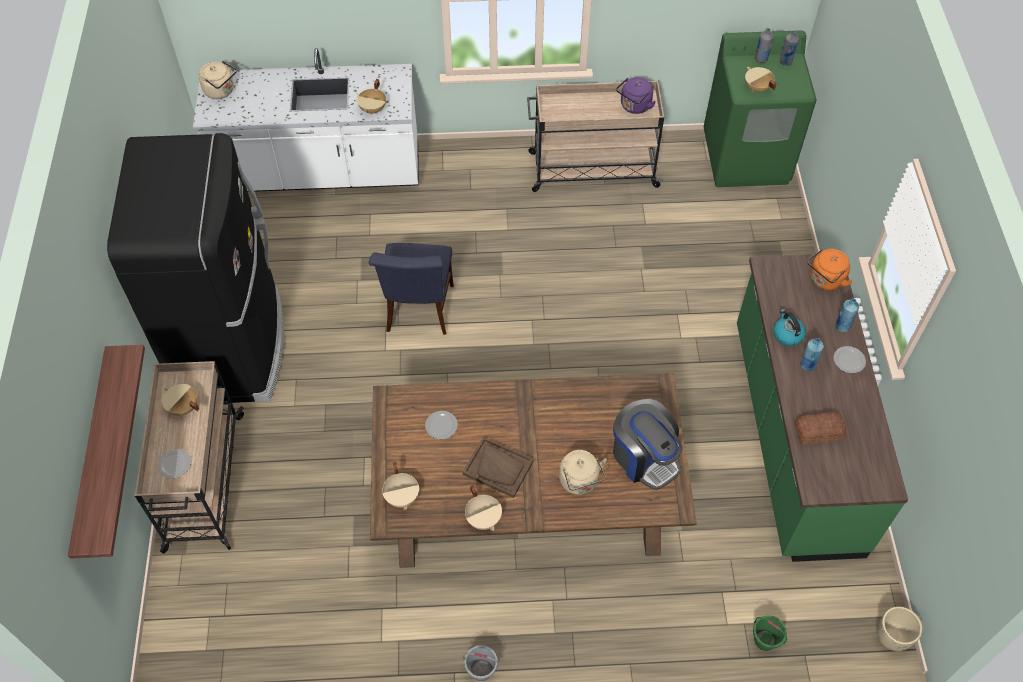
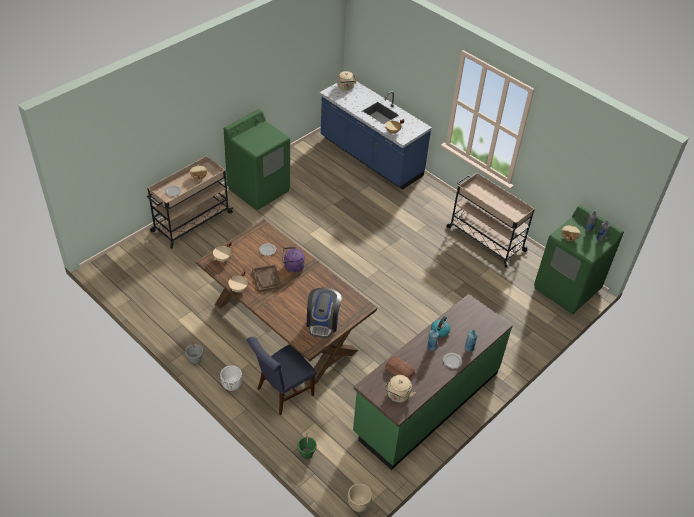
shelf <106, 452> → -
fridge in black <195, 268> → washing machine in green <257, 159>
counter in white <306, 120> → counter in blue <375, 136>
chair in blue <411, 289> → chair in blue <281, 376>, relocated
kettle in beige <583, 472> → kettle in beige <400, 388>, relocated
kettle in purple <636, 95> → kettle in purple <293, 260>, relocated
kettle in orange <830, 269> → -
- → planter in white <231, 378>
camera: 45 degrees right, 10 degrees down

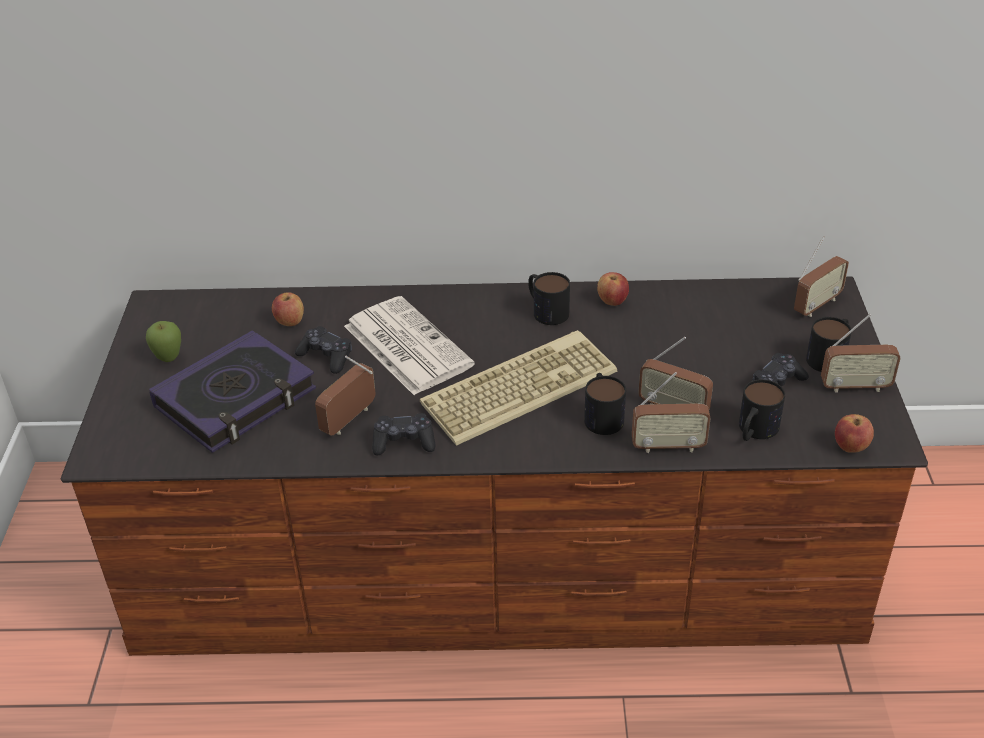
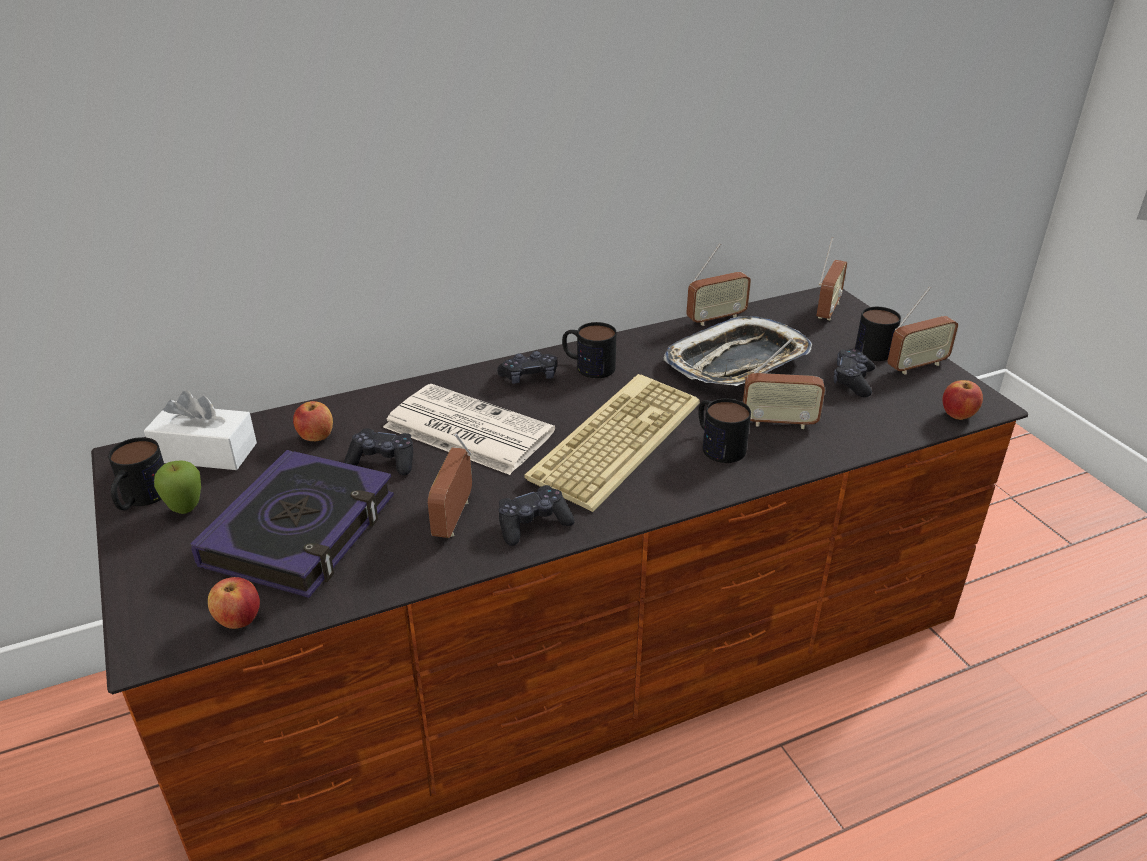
apple <613, 289> → apple <234, 603>, relocated
radio <671, 412> → radio <718, 285>, relocated
mug <762, 410> → mug <136, 474>, relocated
- → tissue box in white <200, 430>
- → game controller in black <527, 367>
- → tray <737, 351>
camera: 25 degrees left, 5 degrees down

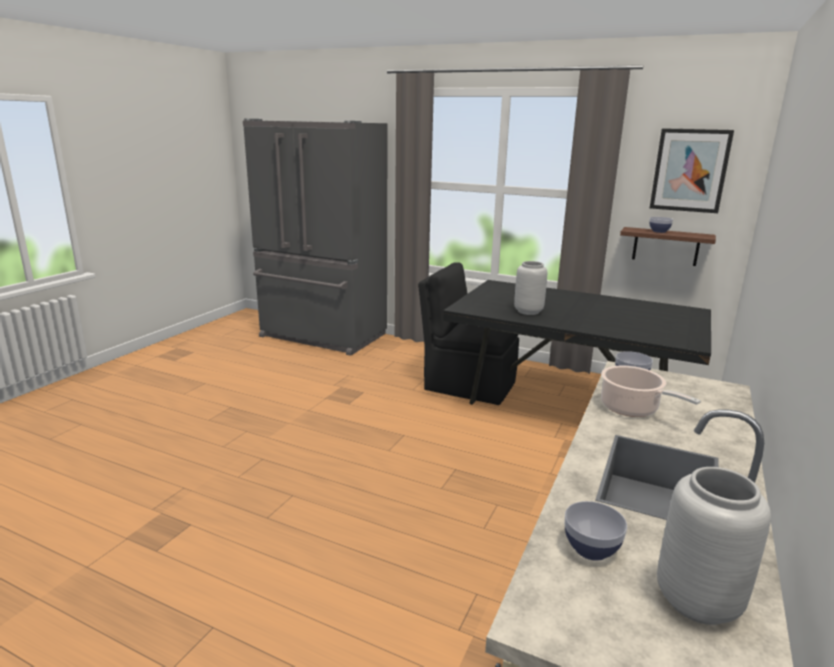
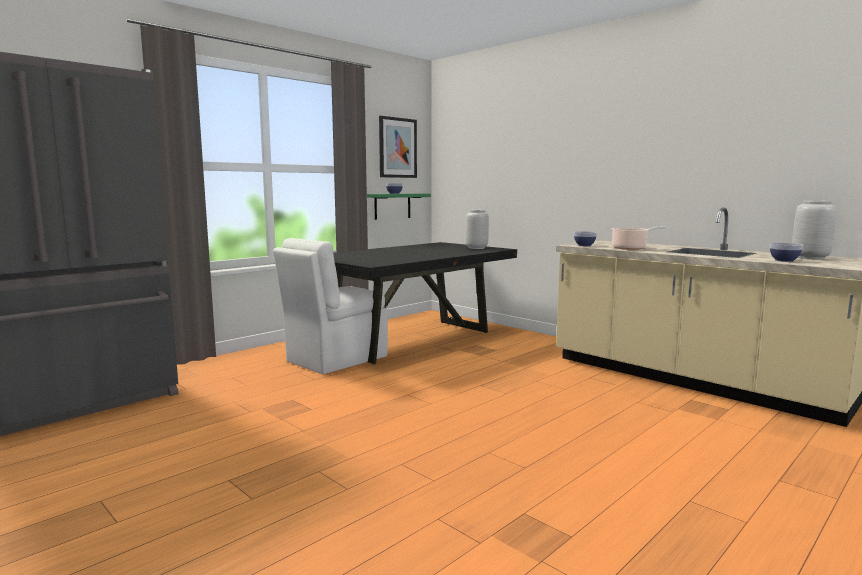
chair in black <468, 333> → chair in white <330, 306>
vase in grey <530, 288> → vase in grey <477, 229>, relocated
shelf in brown <668, 246> → shelf in green <399, 207>
camera: 70 degrees left, 10 degrees down

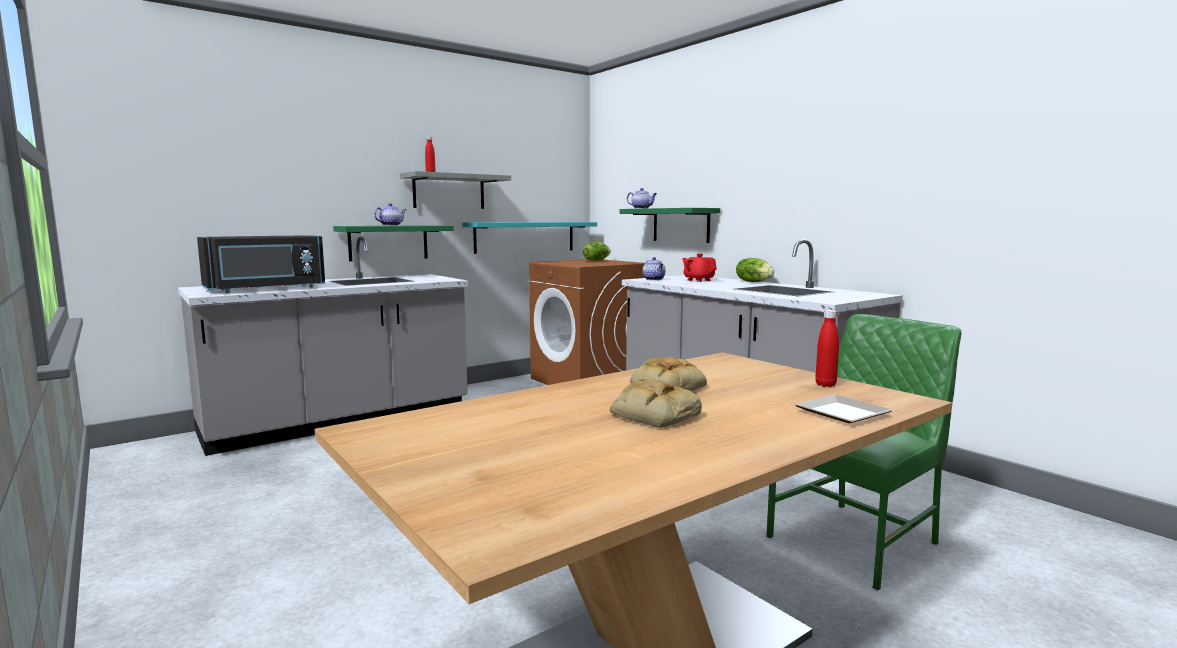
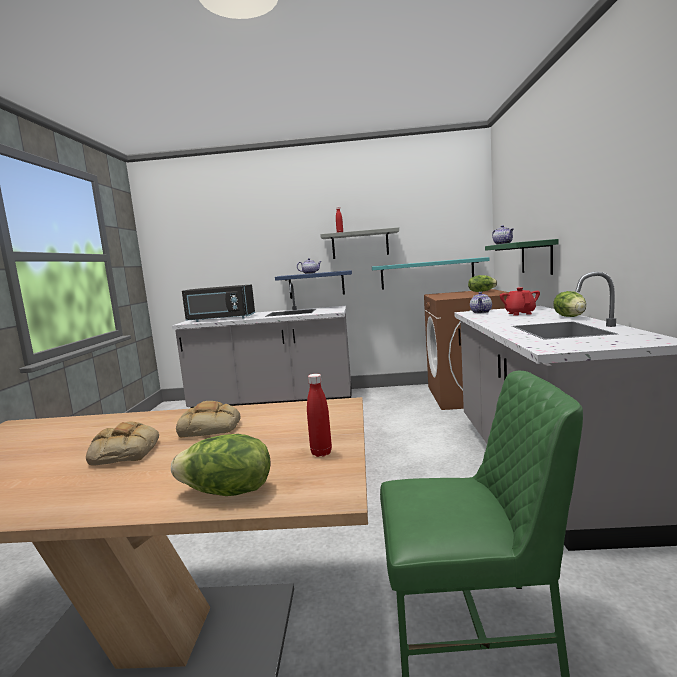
shelf in green <393, 243> → shelf in blue <313, 284>
plate <844, 409> → lettuce <220, 465>
camera: 40 degrees right, 0 degrees up

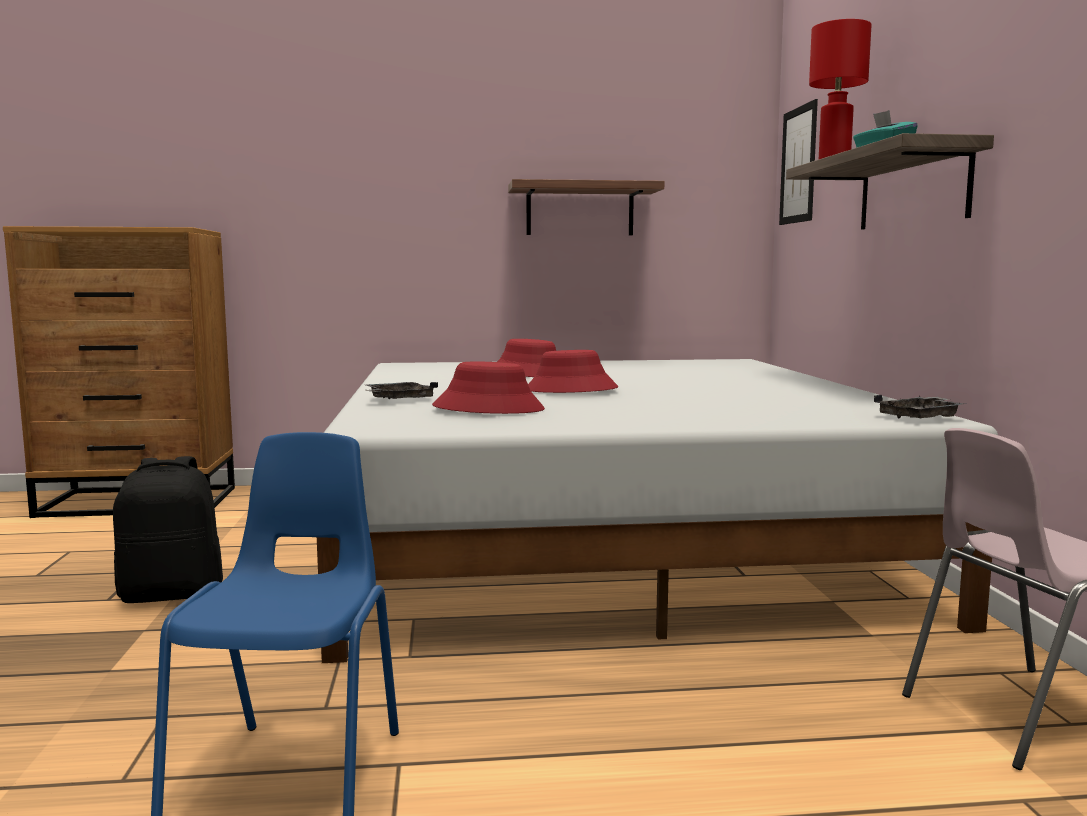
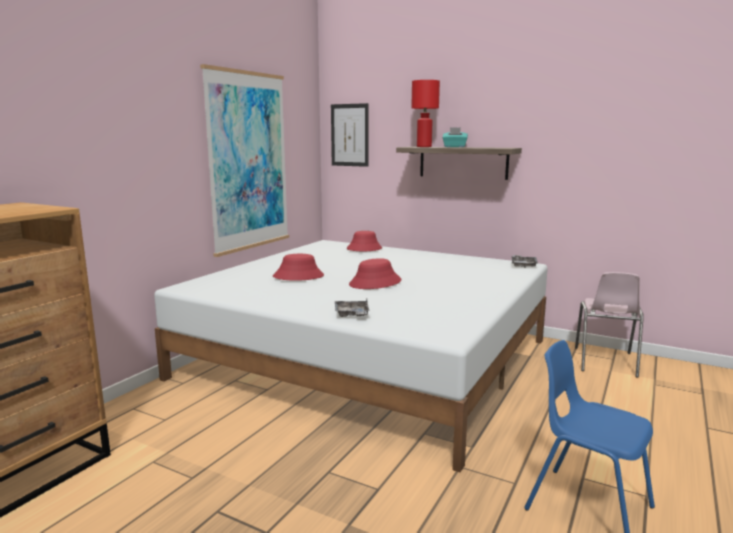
backpack in black <168, 529> → -
hat in red <488, 388> → hat in red <364, 241>, relocated
shelf <586, 207> → picture <244, 160>
camera: 55 degrees left, 5 degrees up

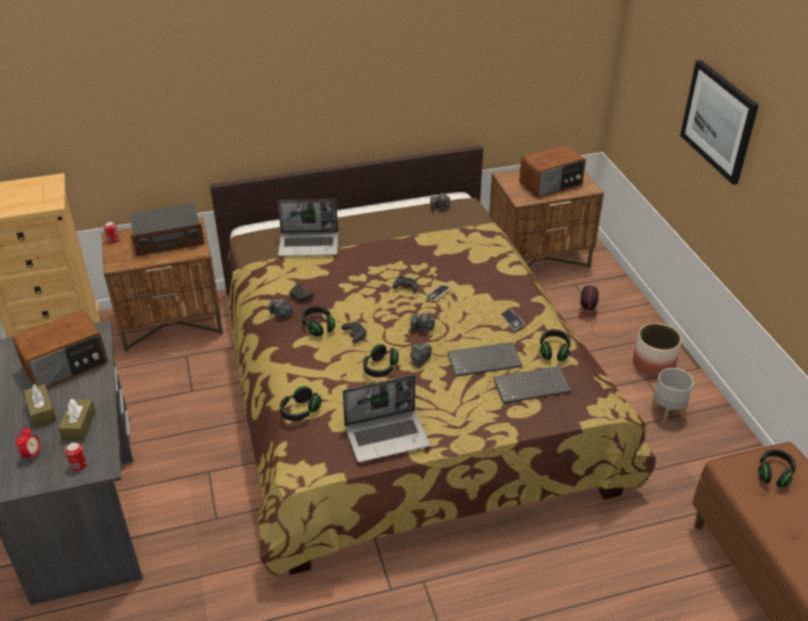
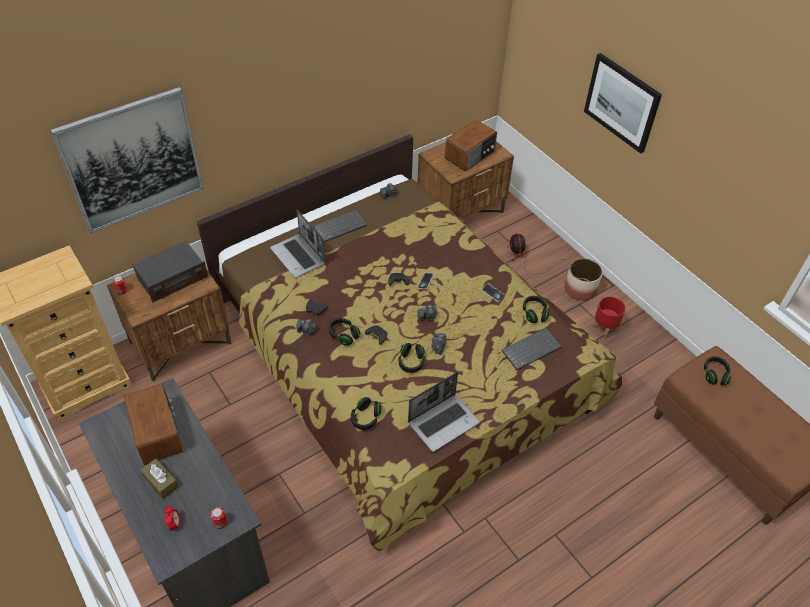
radio <60, 349> → radio <153, 424>, 60 degrees counterclockwise
tissue box in brown <77, 420> → -
laptop <308, 227> → laptop <298, 244>, 75 degrees clockwise
keyboard <484, 359> → keyboard <340, 226>, relocated
planter in grey <672, 395> → planter in red <609, 317>
- → picture <127, 160>
camera: 20 degrees left, 10 degrees up

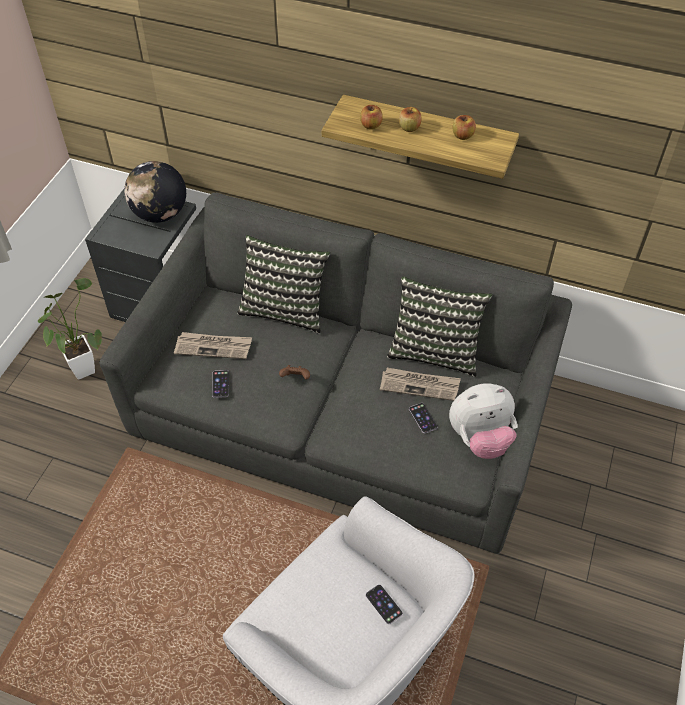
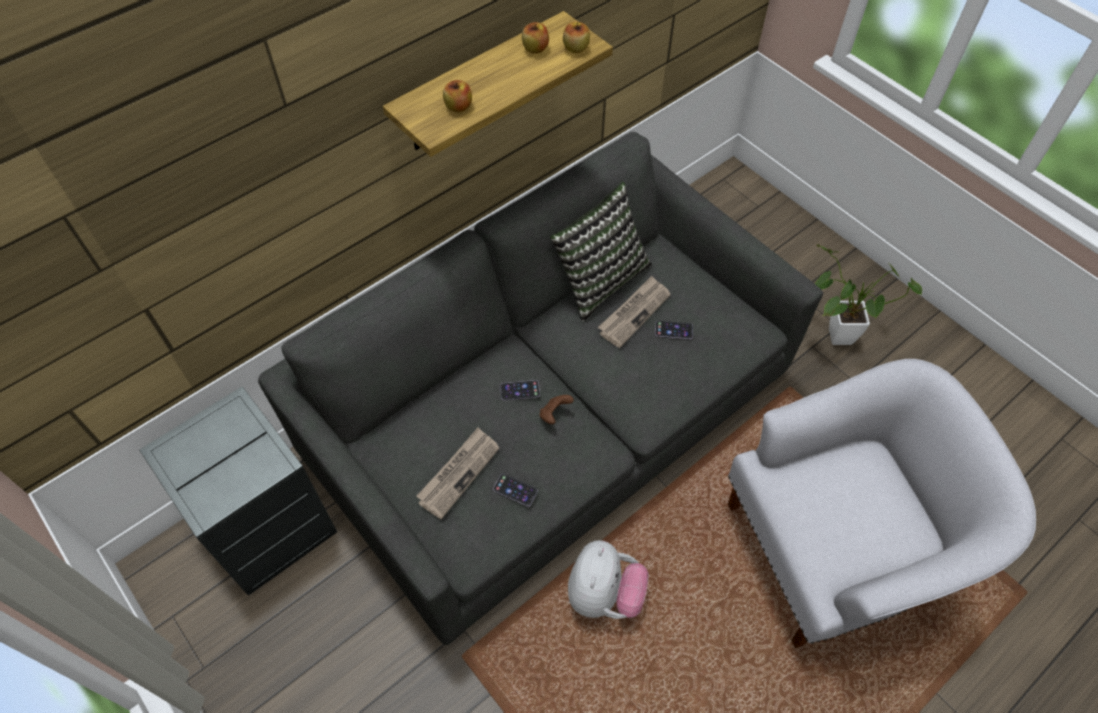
potted plant <70, 328> → potted plant <868, 294>, relocated
globe <155, 192> → -
pillow <283, 284> → -
phone <384, 604> → phone <520, 390>, relocated
apple <410, 119> → apple <576, 37>, relocated
plush toy <483, 421> → plush toy <608, 579>, relocated
camera: 60 degrees left, 5 degrees up

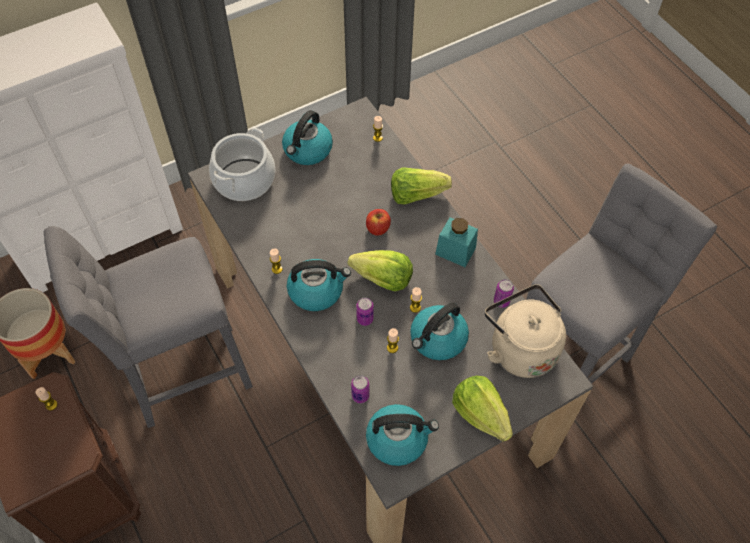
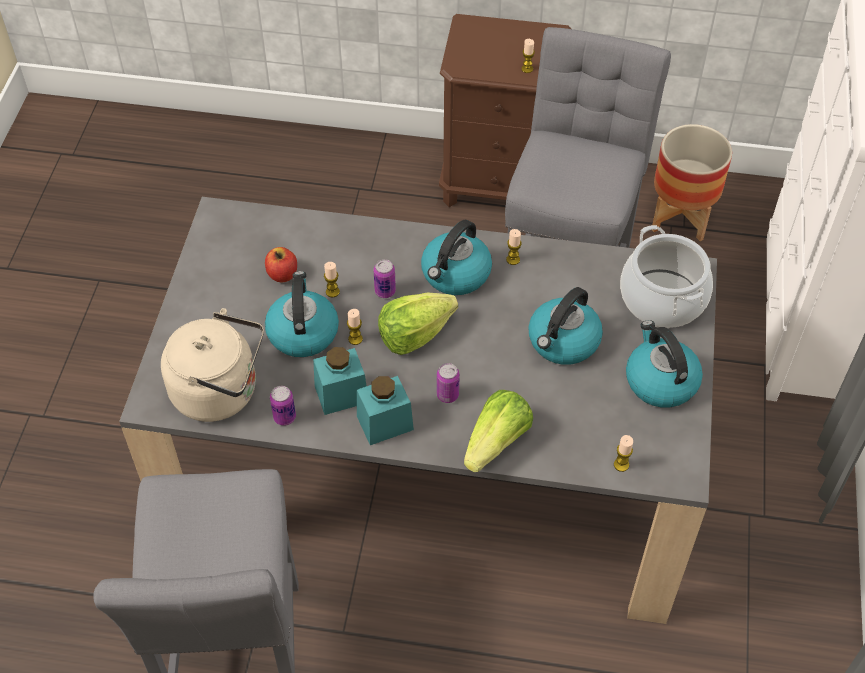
can <360, 389> → can <448, 383>, relocated
apple <378, 222> → apple <281, 264>, relocated
kettle <402, 435> → kettle <565, 326>, relocated
lettuce <482, 408> → -
- → jar in turquoise <339, 381>
camera: 130 degrees right, 5 degrees down

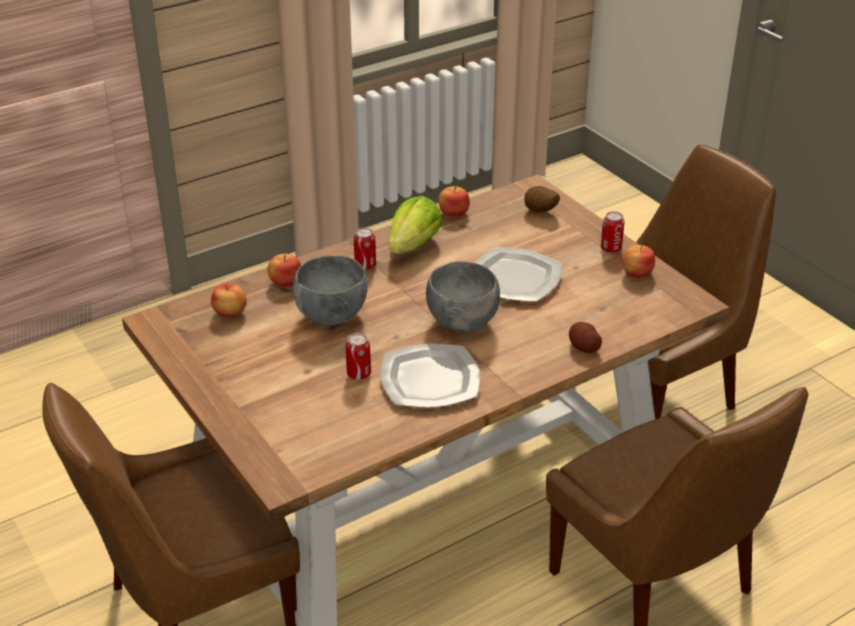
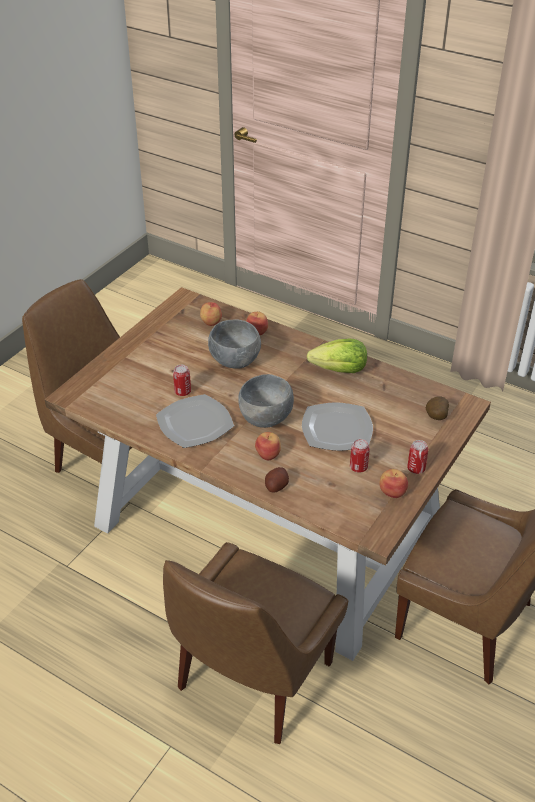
can <365, 249> → can <360, 456>, relocated
apple <454, 201> → apple <268, 446>, relocated
camera: 65 degrees right, 5 degrees up

